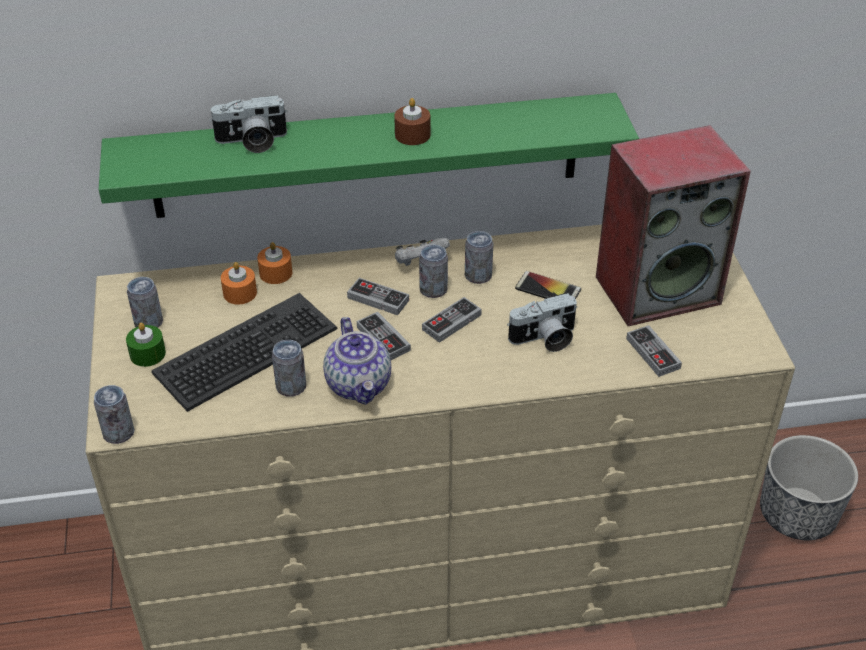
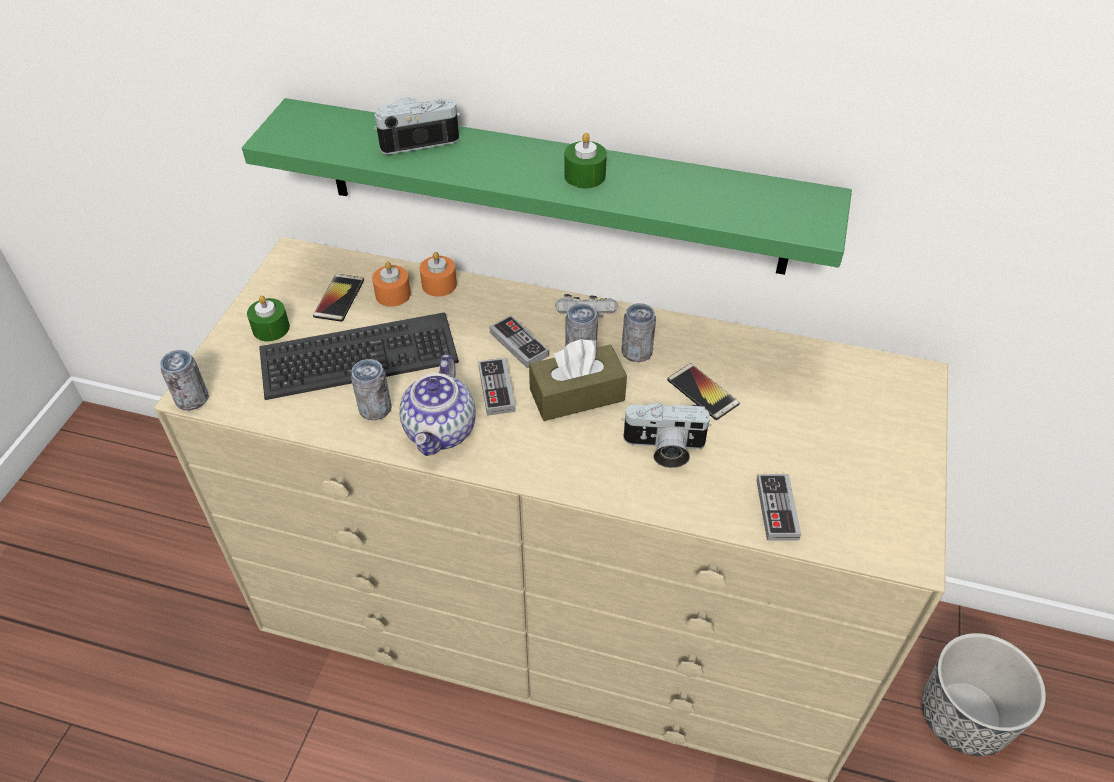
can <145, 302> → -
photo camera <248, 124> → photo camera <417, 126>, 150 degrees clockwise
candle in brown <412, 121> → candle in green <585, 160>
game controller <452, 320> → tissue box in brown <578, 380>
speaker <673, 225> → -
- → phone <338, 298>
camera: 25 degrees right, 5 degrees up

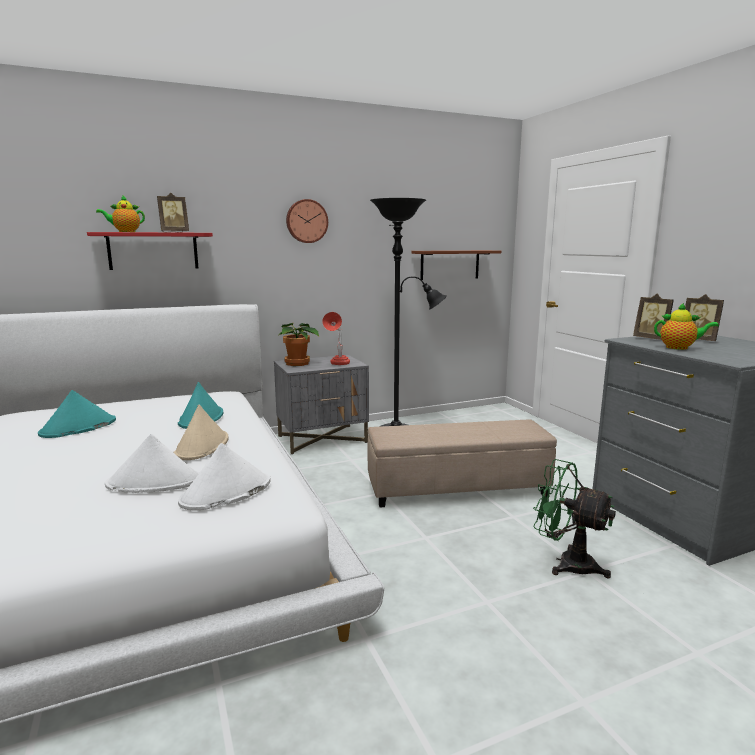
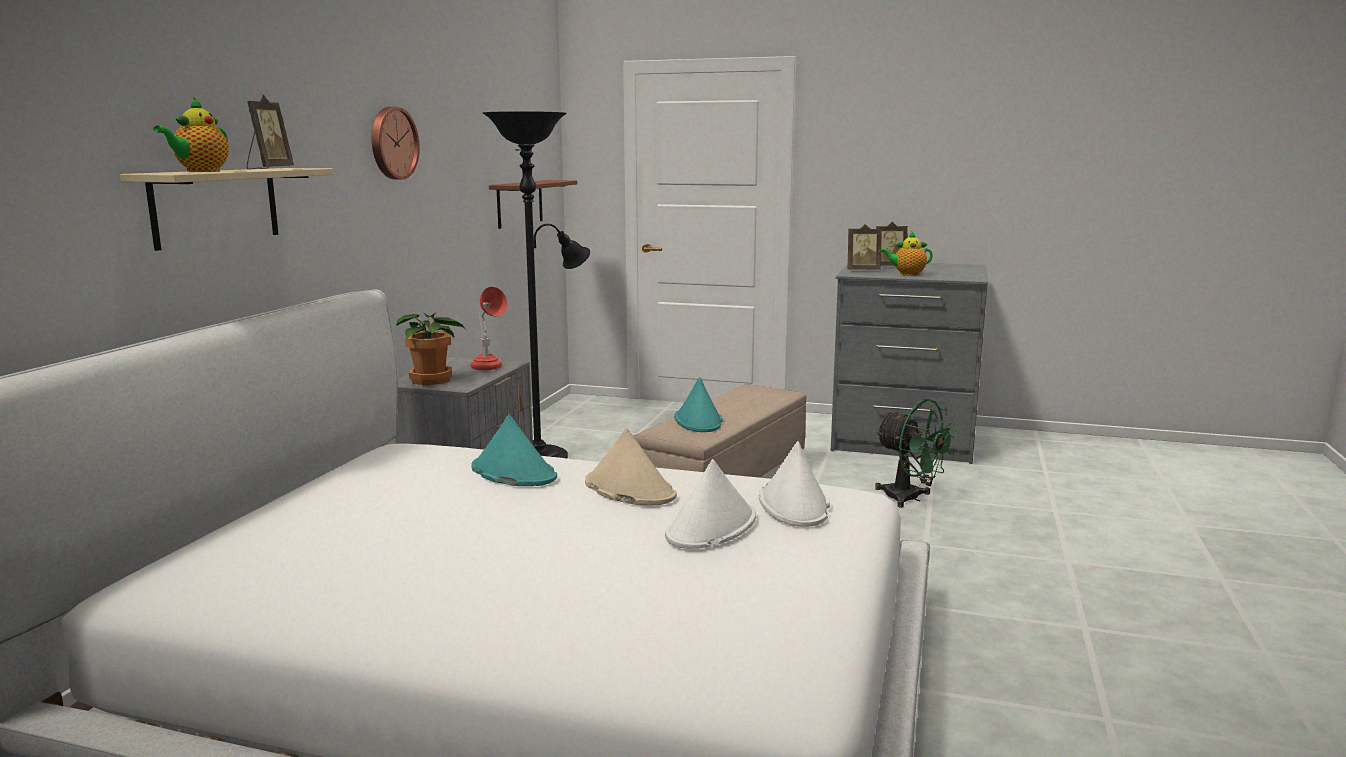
hat in turquoise <77, 414> → hat in turquoise <698, 404>, relocated
shelf in red <150, 251> → shelf in beige <226, 209>
fan in green <574, 519> → fan in green <916, 453>, 120 degrees counterclockwise
teapot <686, 326> → teapot <906, 253>, 150 degrees counterclockwise
camera: 50 degrees left, 0 degrees up

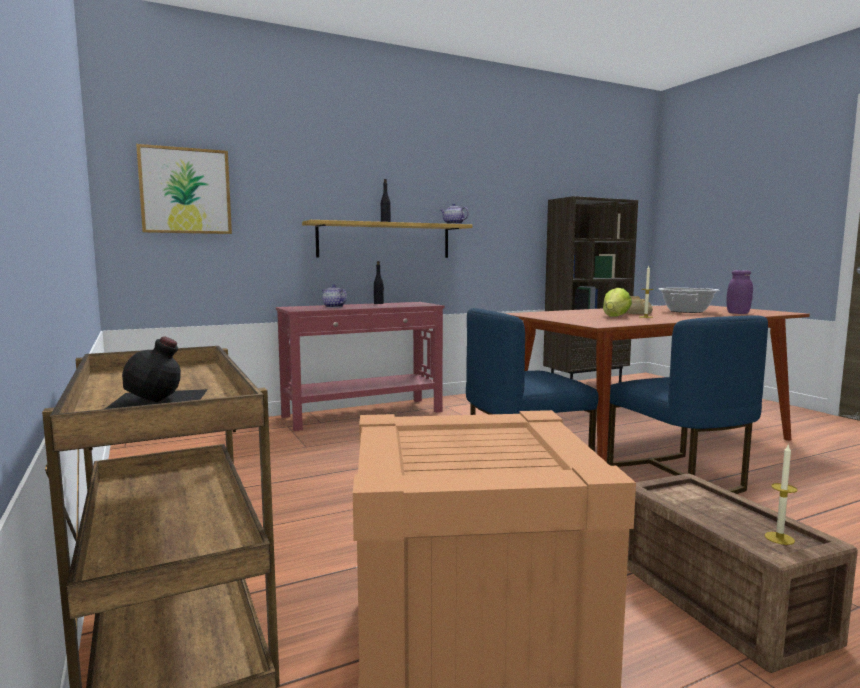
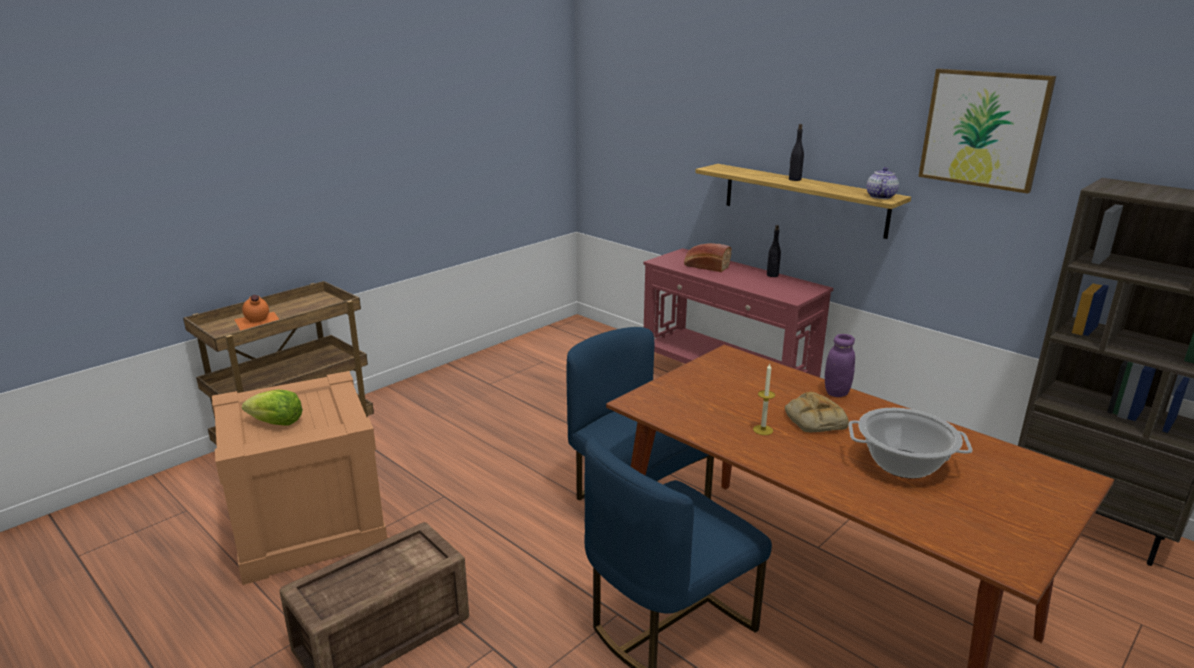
bottle in black <156, 372> → bottle in orange <256, 313>
picture <184, 189> → picture <987, 131>, relocated
teapot <334, 296> → bread <708, 257>
lettuce <617, 302> → lettuce <272, 408>, relocated
jar in purple <739, 292> → jar in purple <840, 365>, relocated
candle <781, 495> → -
camera: 70 degrees right, 15 degrees up

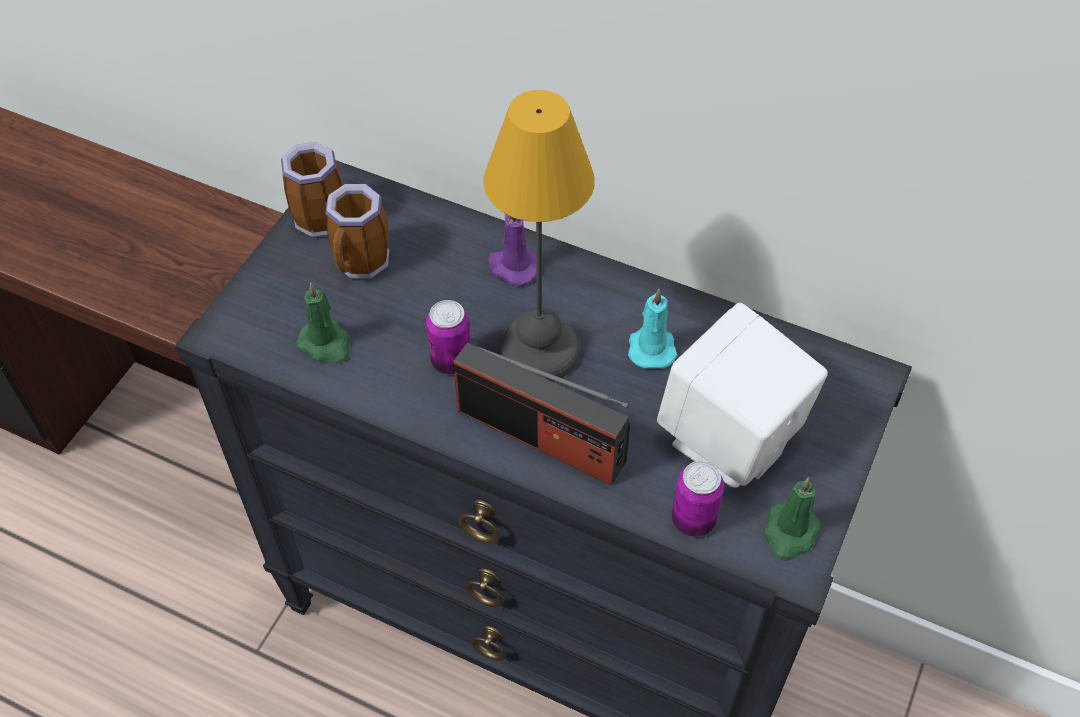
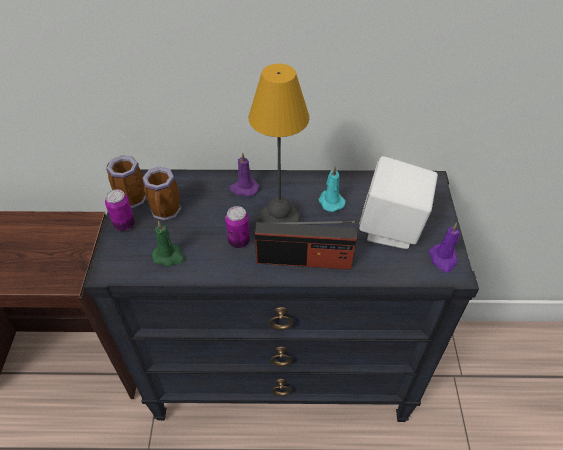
can <698, 499> → can <120, 210>, relocated
candle in green <792, 519> → candle in purple <444, 248>
camera: 25 degrees left, 5 degrees down

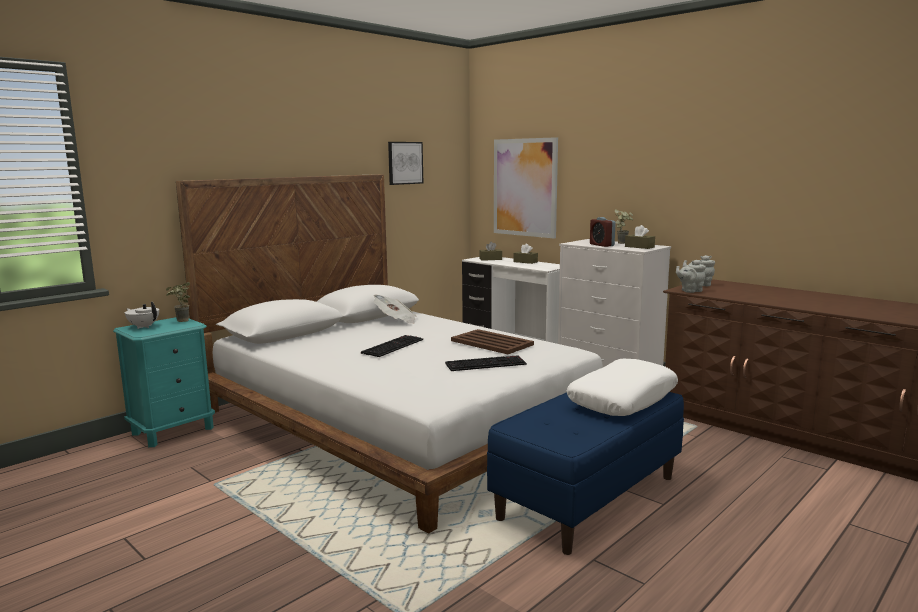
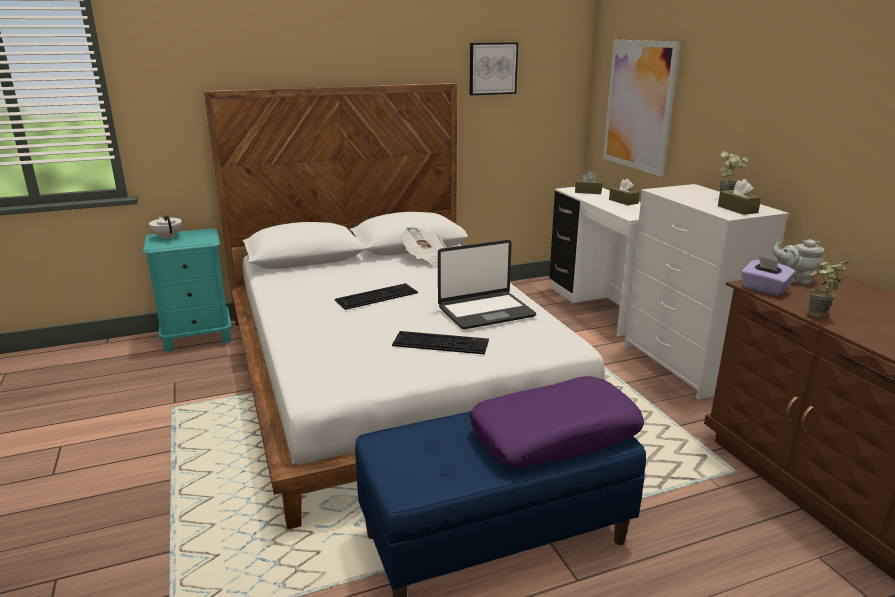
potted plant <178, 302> → potted plant <829, 289>, relocated
tray in brown <492, 341> → laptop <487, 284>
pillow in white <622, 387> → pillow in purple <557, 421>
alarm clock <602, 232> → -
teapot in grey <691, 276> → tissue box in purple <768, 276>
camera: 25 degrees right, 10 degrees up

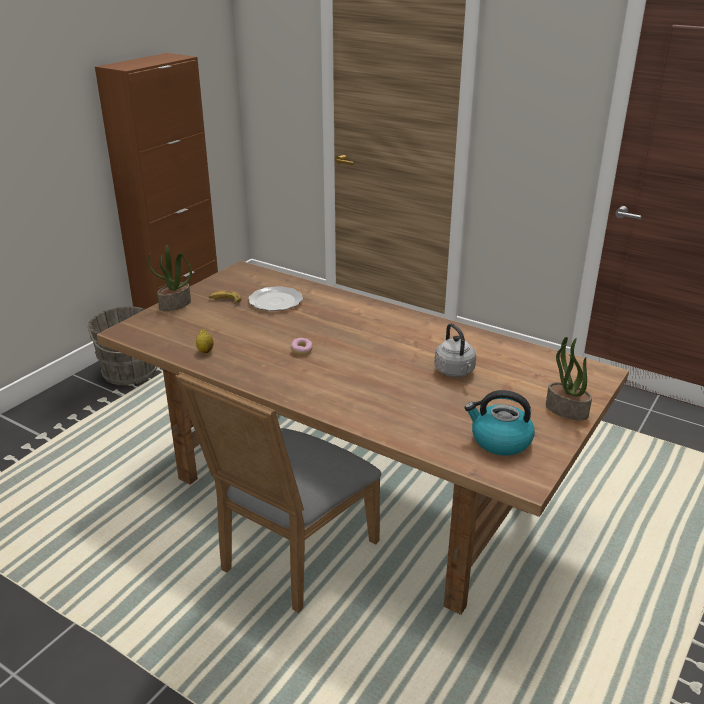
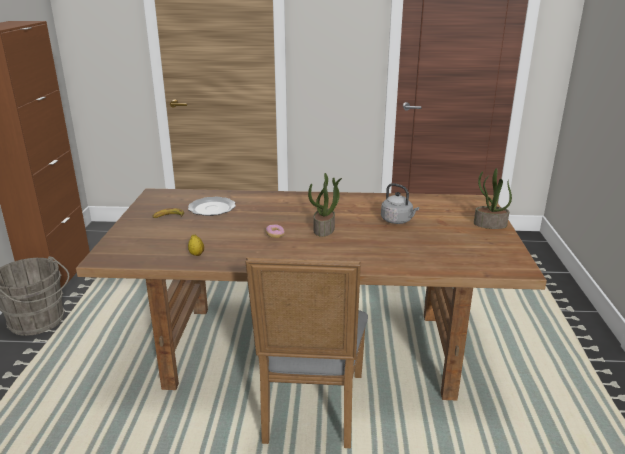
potted plant <170, 278> → potted plant <325, 205>, relocated
kettle <500, 423> → -
camera: 30 degrees left, 5 degrees down

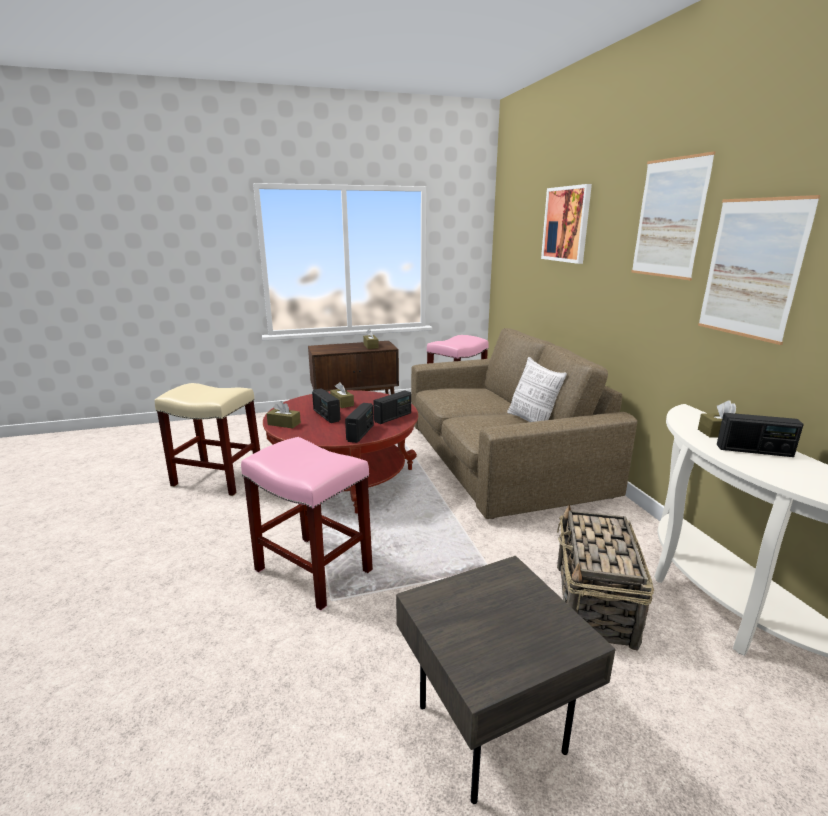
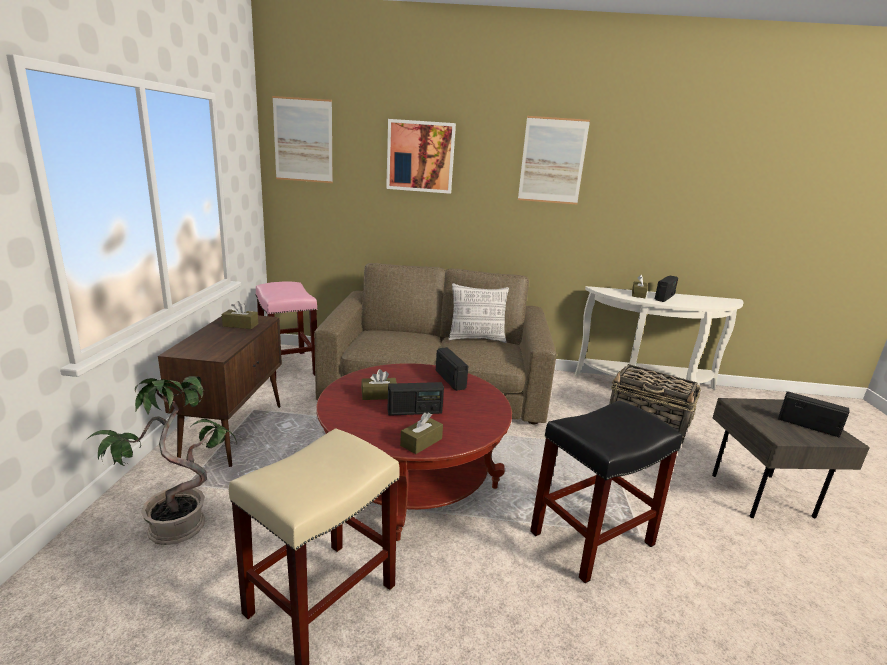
stool in pink <307, 524> → stool in black <606, 491>
radio <359, 423> → radio <814, 414>, relocated
picture <759, 270> → picture <302, 139>, relocated
- → potted plant <161, 460>
camera: 70 degrees left, 0 degrees up

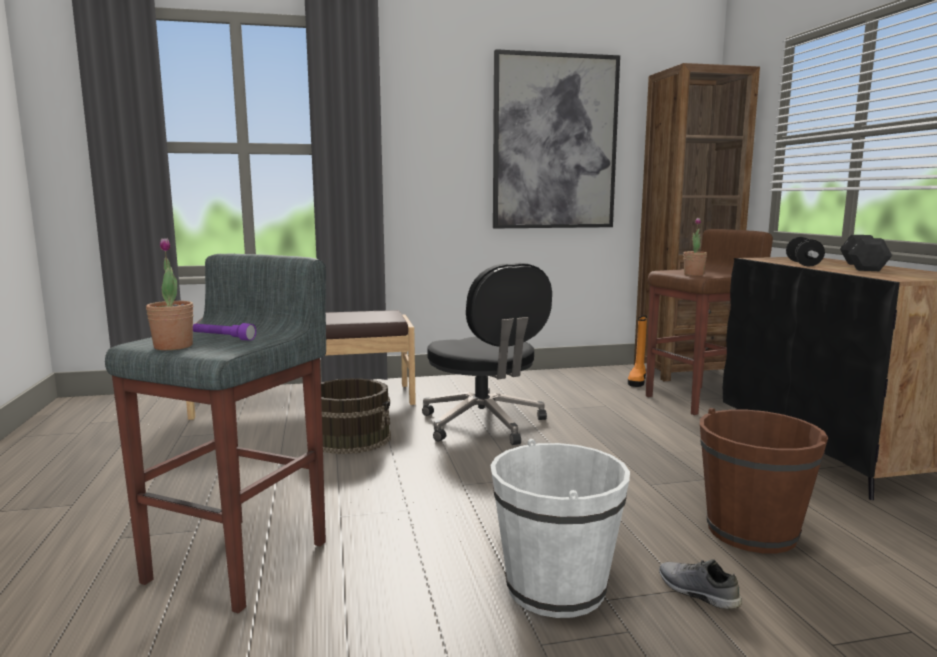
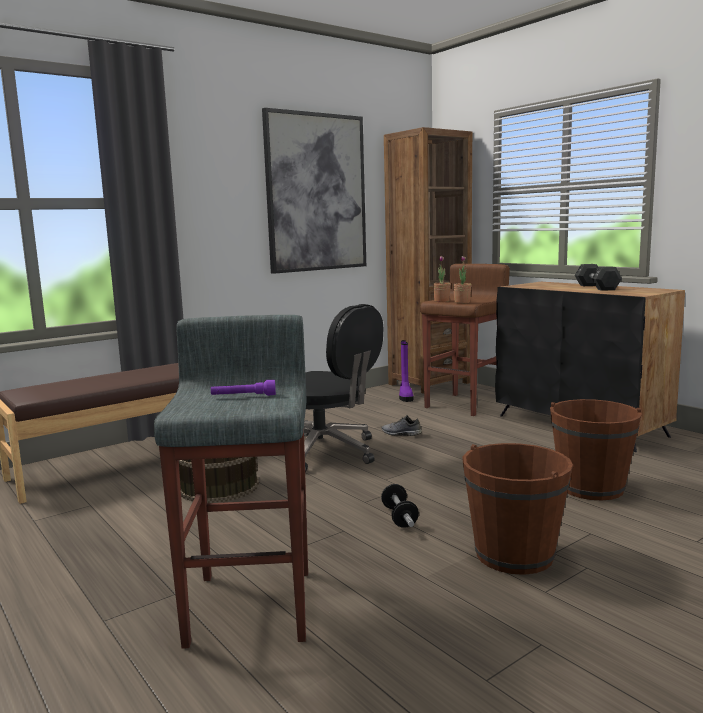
potted plant <169, 294> → potted plant <442, 279>, relocated
bucket in white <560, 528> → bucket in brown <518, 509>
boot in orange <637, 351> → boot in purple <406, 371>
shoe in grey <700, 584> → shoe in grey <401, 425>, relocated
dumbbell <805, 252> → dumbbell <400, 506>, relocated
camera: 25 degrees left, 0 degrees up

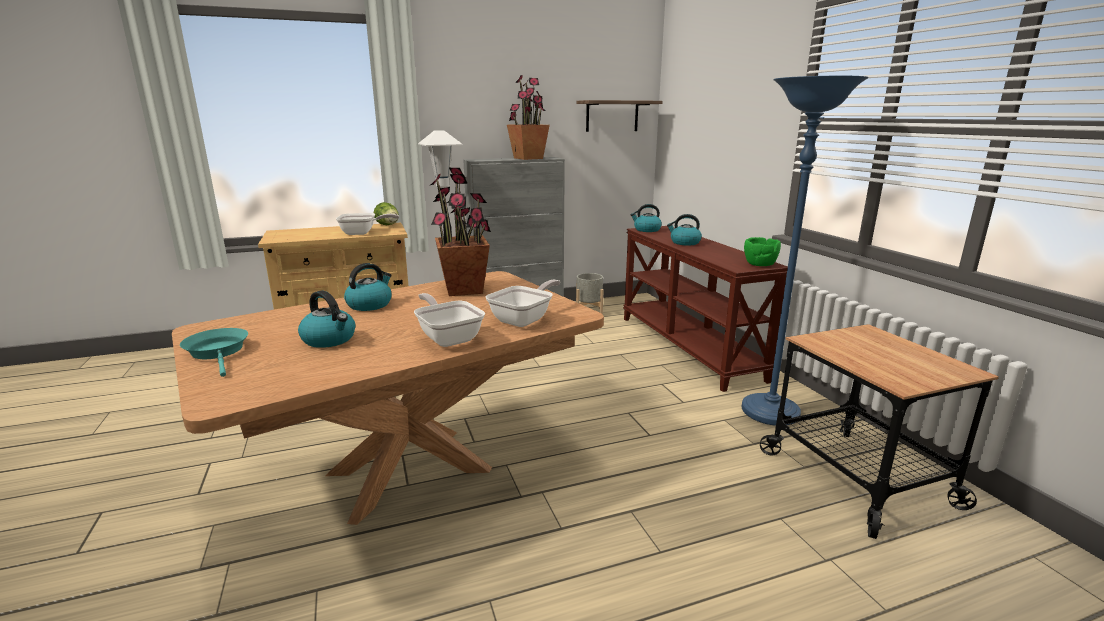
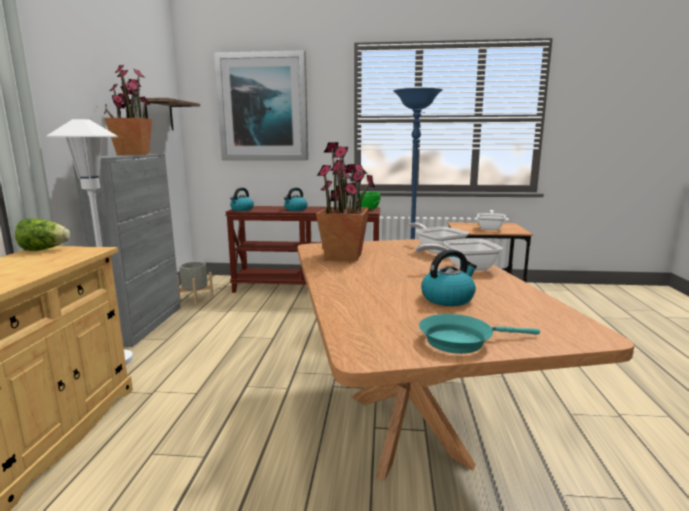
frying pan <367, 224> → frying pan <491, 220>, relocated
kettle <368, 287> → -
- → picture <261, 105>
camera: 65 degrees left, 5 degrees down

